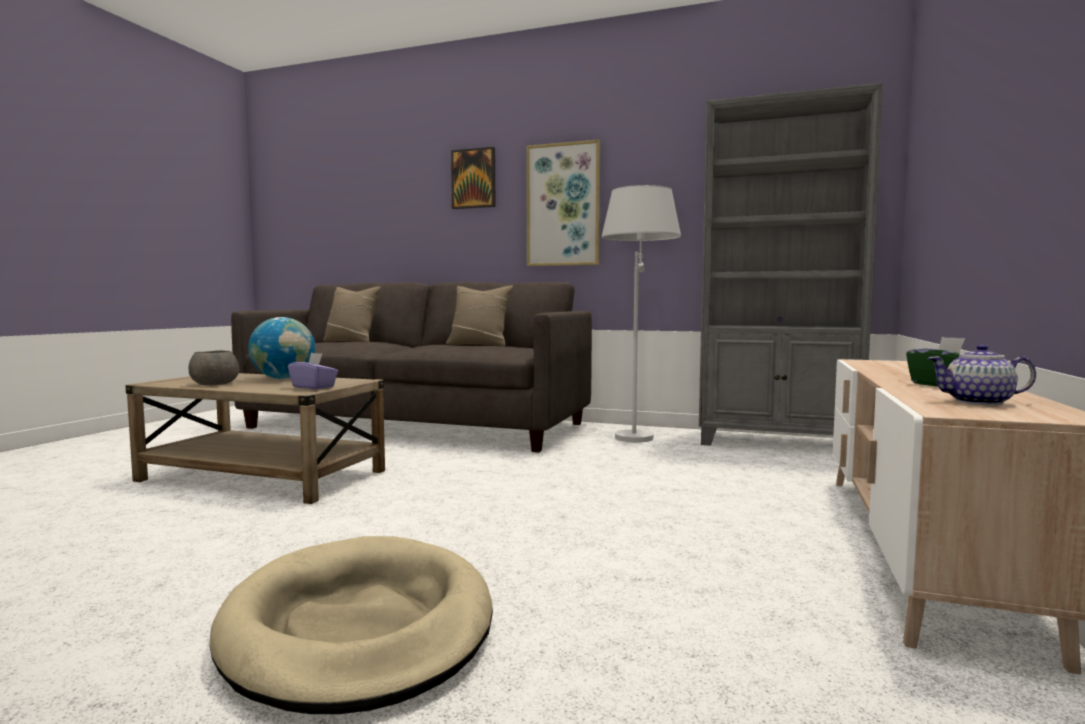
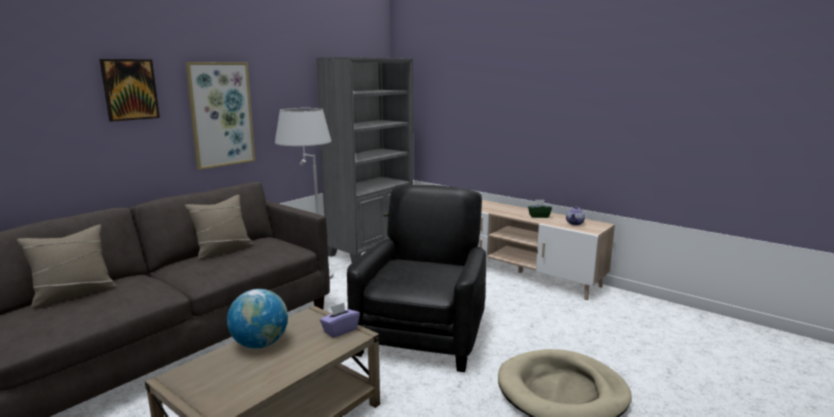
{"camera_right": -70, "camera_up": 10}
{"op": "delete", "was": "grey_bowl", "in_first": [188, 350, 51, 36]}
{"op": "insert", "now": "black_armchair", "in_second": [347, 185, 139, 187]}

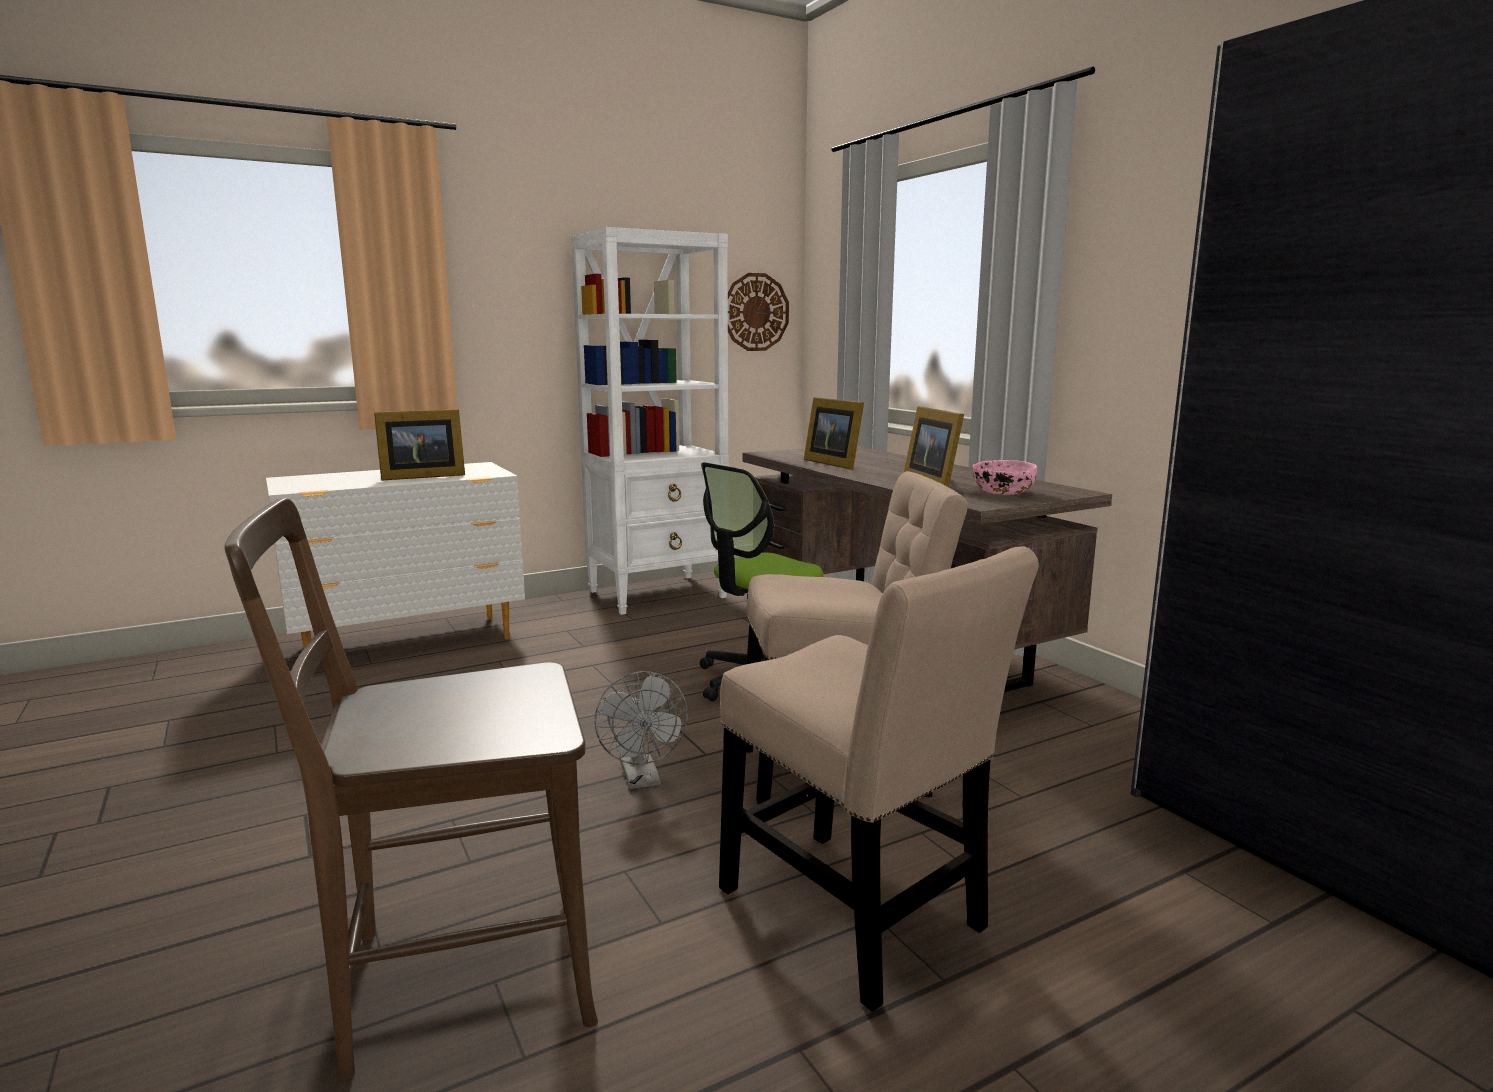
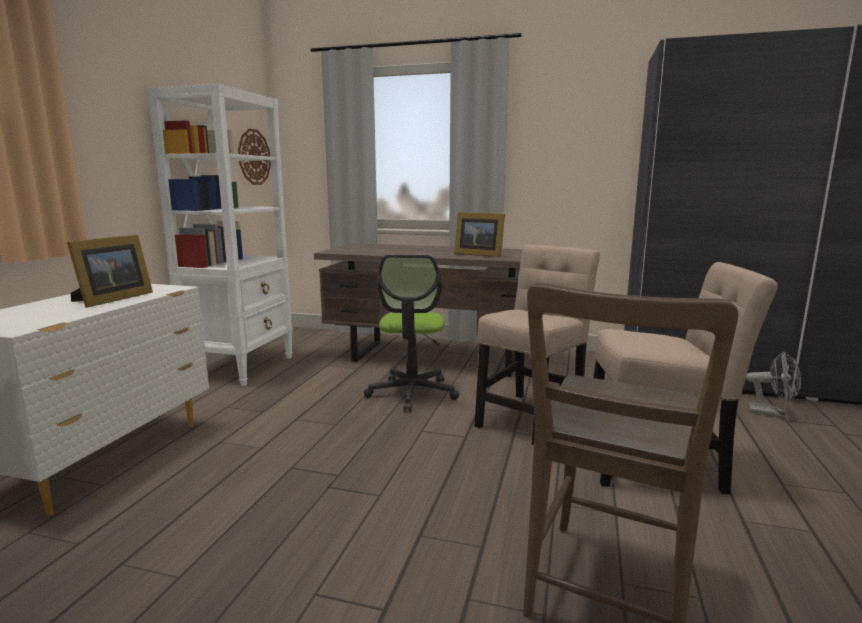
{"camera_right": -45, "camera_up": 0}
{"op": "delete", "was": "picture_frame", "in_first": [804, 397, 60, 73]}
{"op": "delete", "was": "pink_bowl", "in_first": [972, 460, 65, 35]}
{"op": "move", "was": "grey_fan", "in_first": [595, 671, 93, 118], "in_second": [746, 352, 55, 66]}

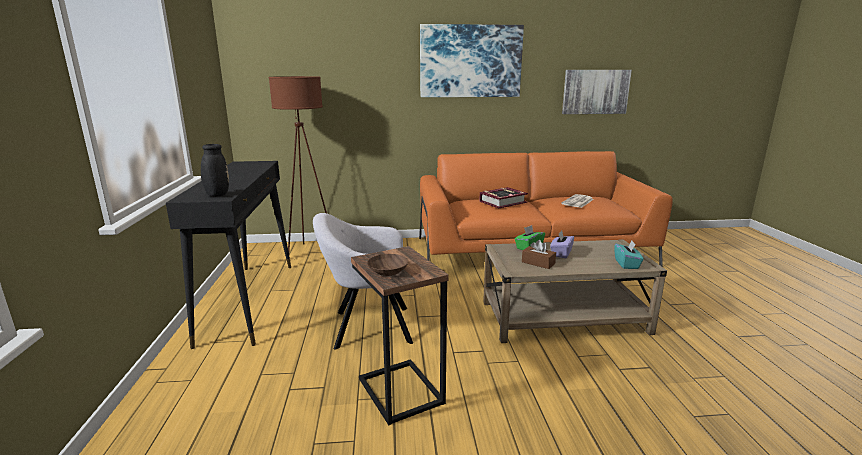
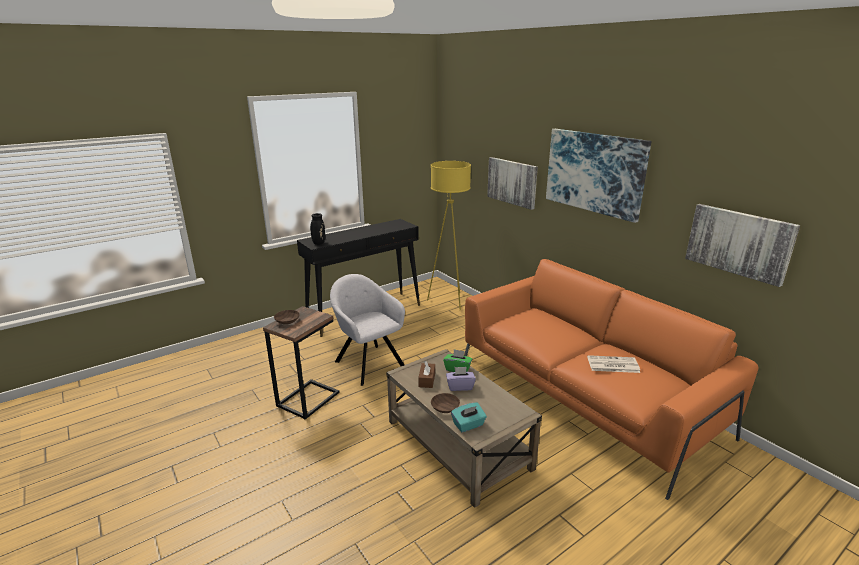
{"camera_right": 60, "camera_up": 5}
{"op": "recolor", "was": "brown_floor_lamp", "now": "yellow_floor_lamp", "in_first": [269, 76, 58, 176], "in_second": [427, 161, 44, 149]}
{"op": "delete", "was": "book", "in_first": [479, 187, 49, 21]}
{"op": "insert", "now": "picture", "in_second": [487, 157, 51, 53]}
{"op": "insert", "now": "brown_bowl", "in_second": [431, 393, 29, 20]}

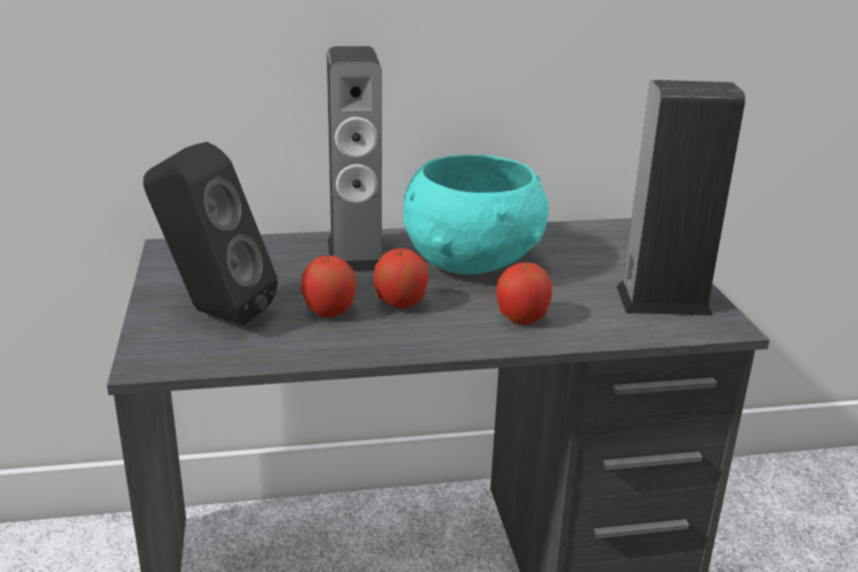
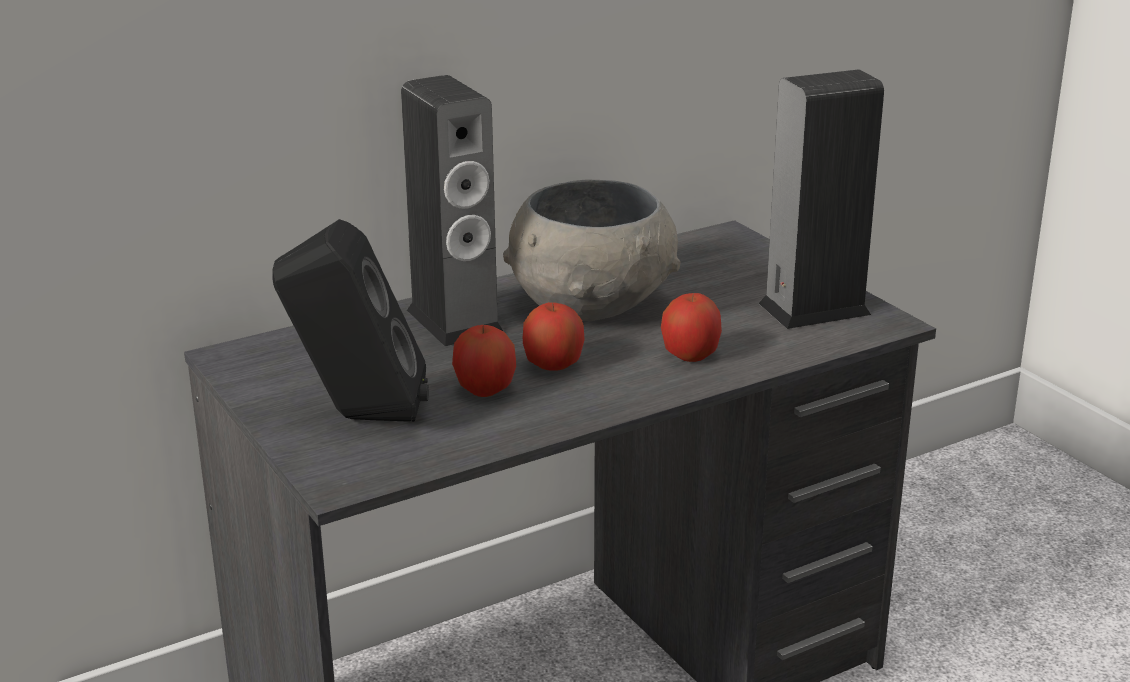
{"camera_right": -20, "camera_up": 0}
{"op": "recolor", "was": "turquoise_bowl", "now": "grey_bowl", "in_first": [403, 155, 146, 119], "in_second": [503, 179, 178, 142]}

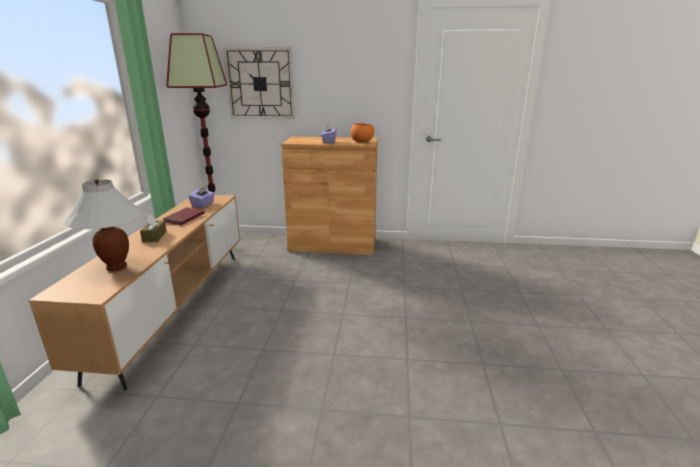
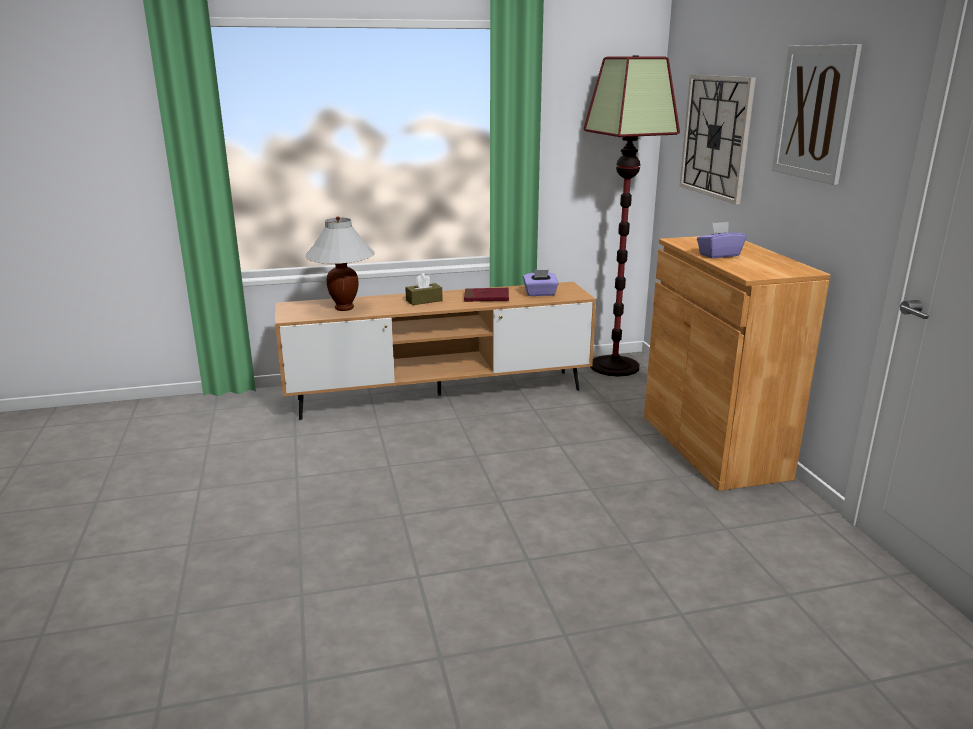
{"camera_right": 70, "camera_up": 0}
{"op": "delete", "was": "orange_bowl", "in_first": [350, 123, 24, 19]}
{"op": "insert", "now": "picture", "in_second": [772, 44, 90, 141]}

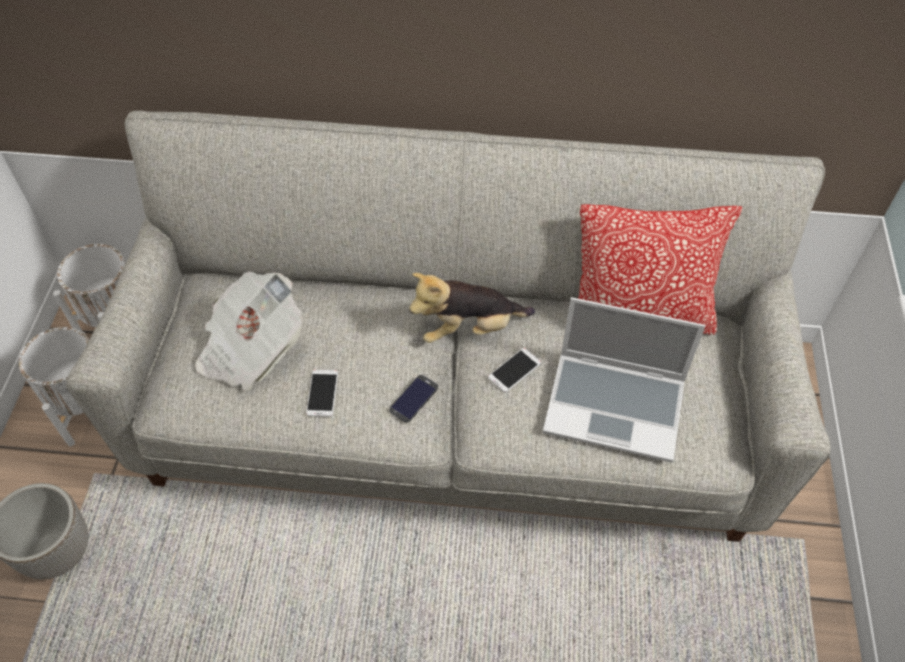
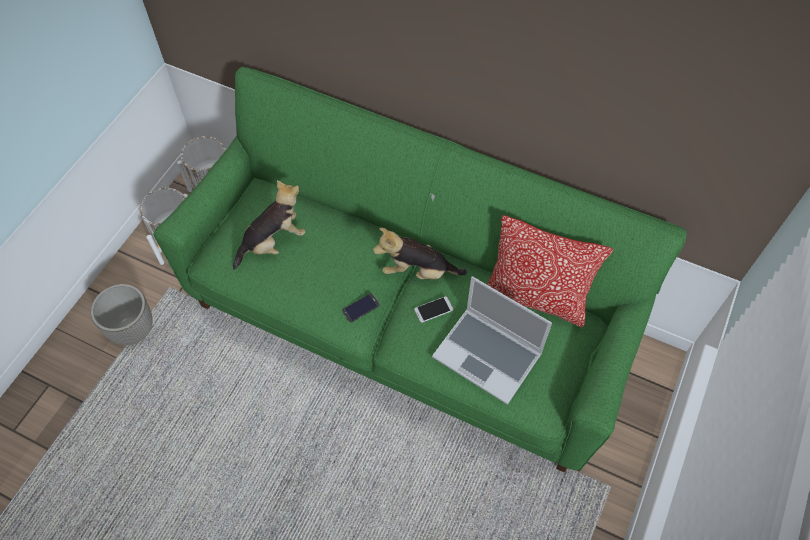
{"camera_right": 20, "camera_up": 5}
{"op": "recolor", "was": "grey_sofa", "now": "green_sofa", "in_first": [66, 111, 764, 431], "in_second": [153, 67, 534, 406]}
{"op": "replace", "was": "newspaper", "now": "plush_toy", "in_first": [195, 271, 108, 120], "in_second": [233, 180, 72, 90]}
{"op": "delete", "was": "phone", "in_first": [306, 370, 32, 47]}

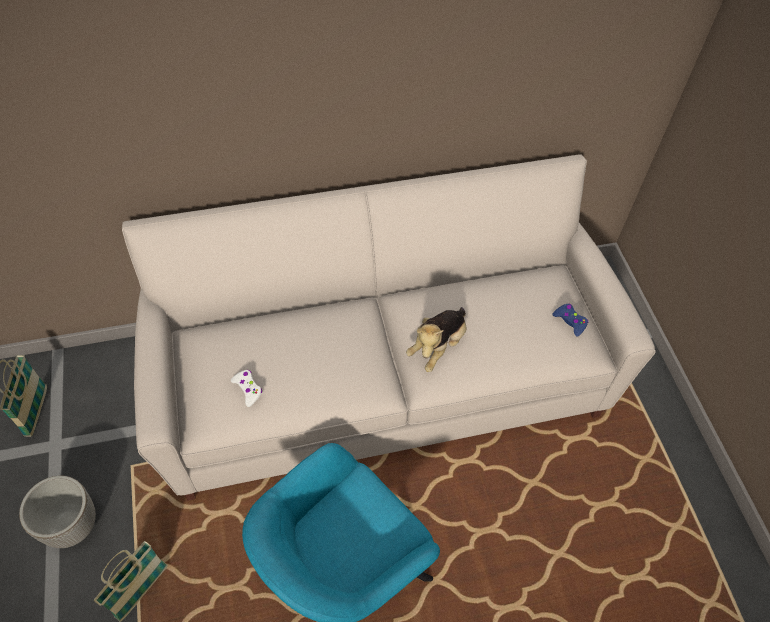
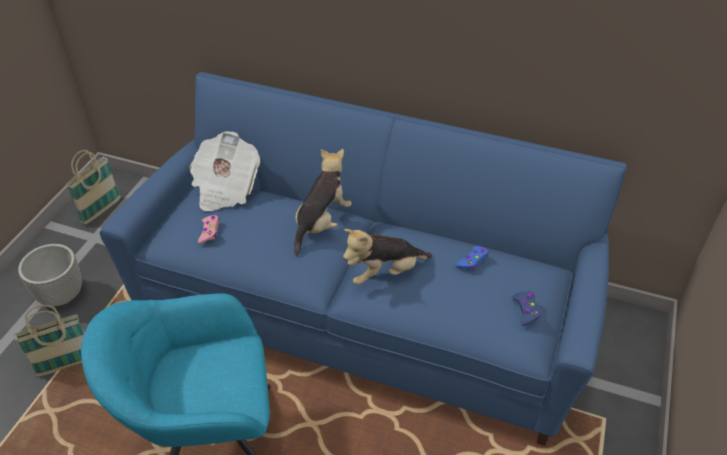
{"camera_right": 35, "camera_up": -10}
{"op": "recolor", "was": "beige_sofa", "now": "blue_sofa", "in_first": [122, 154, 534, 347], "in_second": [100, 72, 527, 374]}
{"op": "recolor", "was": "white_game_controller", "now": "pink_game_controller", "in_first": [231, 370, 31, 37], "in_second": [198, 215, 21, 29]}
{"op": "insert", "now": "newspaper", "in_second": [190, 131, 70, 80]}
{"op": "insert", "now": "plush_toy", "in_second": [294, 149, 58, 107]}
{"op": "insert", "now": "blue_game_controller", "in_second": [455, 246, 34, 24]}

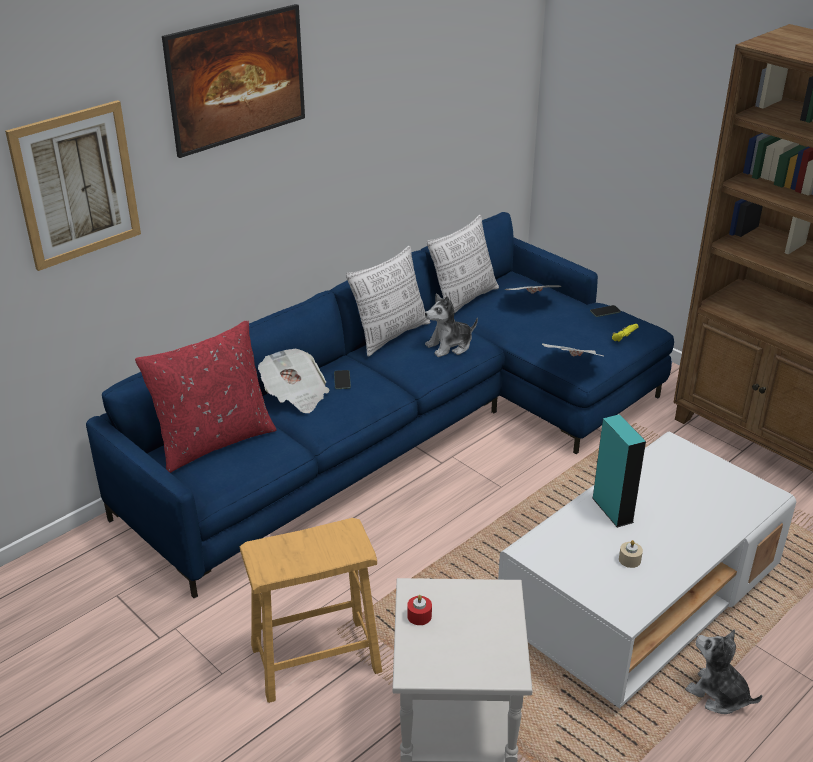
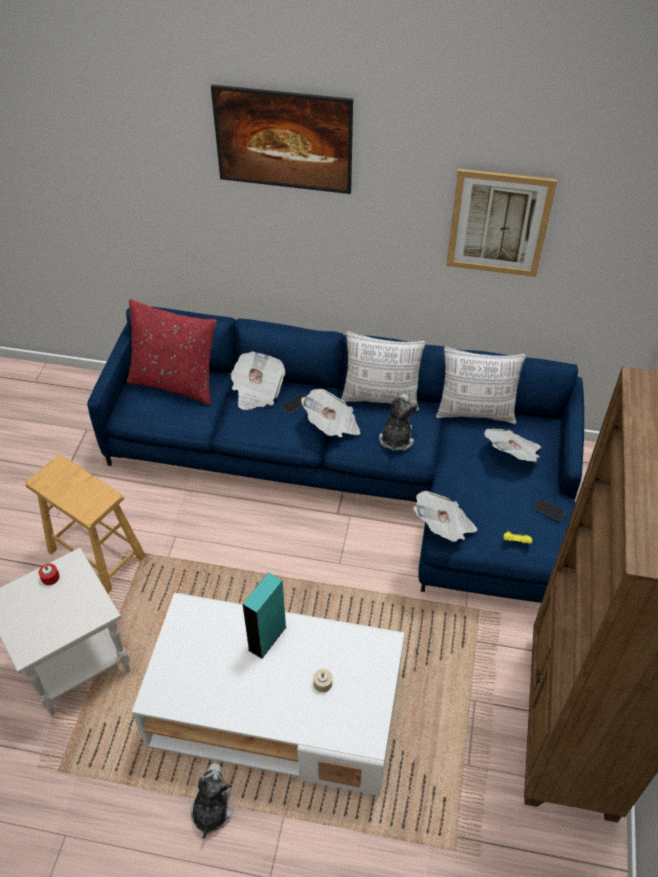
{"camera_right": 55, "camera_up": 15}
{"op": "move", "was": "picture", "in_first": [5, 100, 136, 171], "in_second": [446, 169, 111, 108]}
{"op": "rotate", "was": "plush_toy", "in_first": [425, 293, 53, 64], "in_second": [379, 394, 40, 57], "clockwise": 75}
{"op": "move", "was": "beige_candle", "in_first": [619, 540, 24, 28], "in_second": [313, 669, 19, 23]}
{"op": "insert", "now": "newspaper", "in_second": [301, 389, 59, 48]}

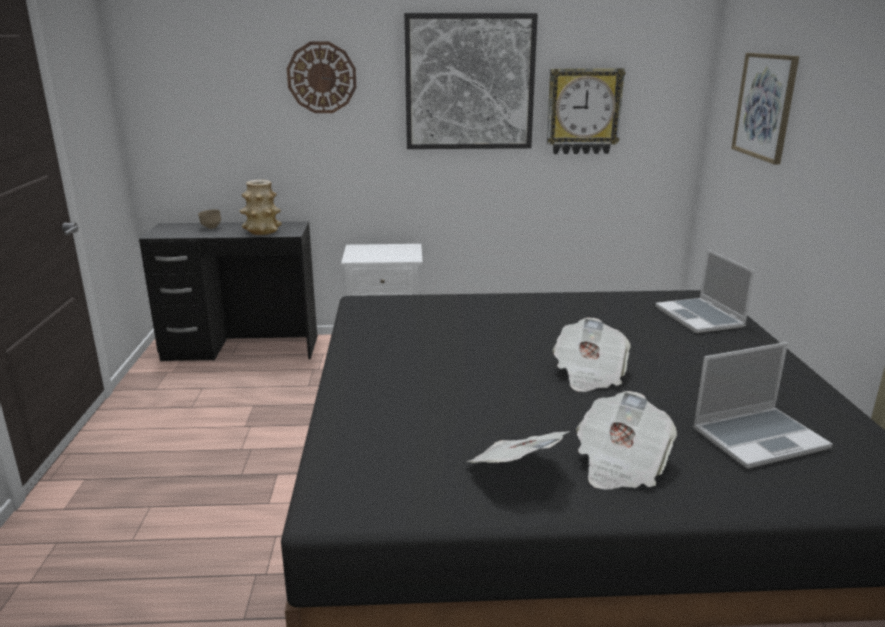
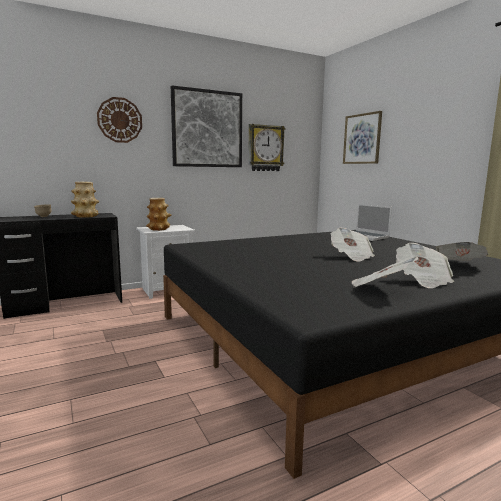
{"camera_right": -25, "camera_up": -10}
{"op": "replace", "was": "laptop", "now": "newspaper", "in_first": [693, 342, 140, 127], "in_second": [435, 242, 54, 19]}
{"op": "insert", "now": "vase", "in_second": [146, 198, 25, 33]}

